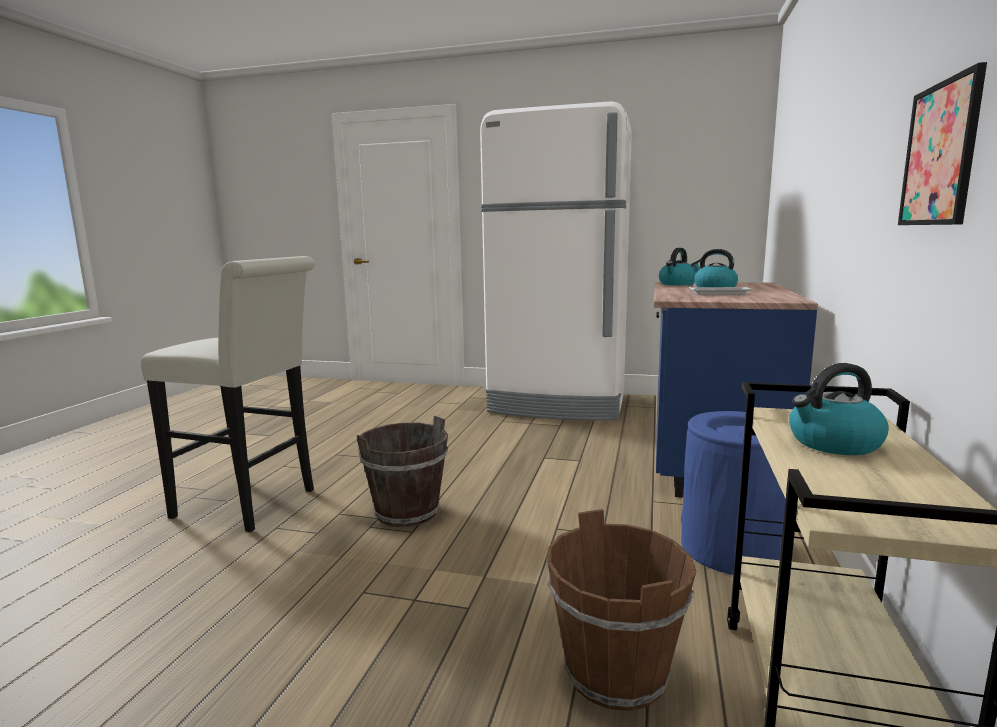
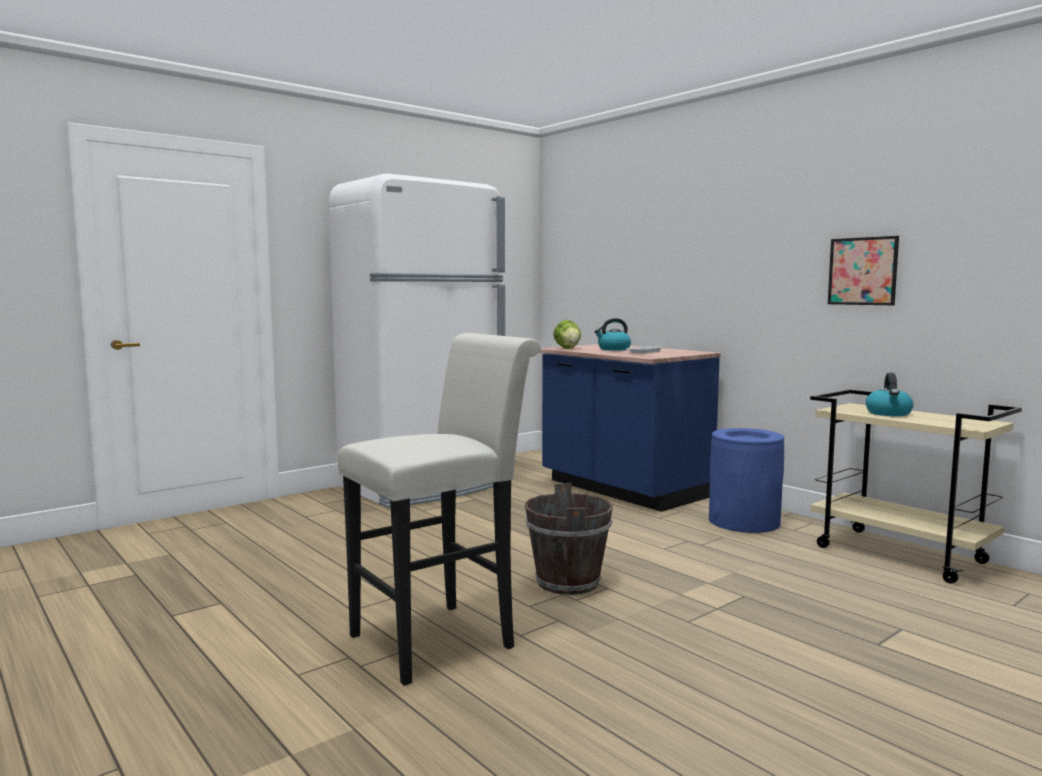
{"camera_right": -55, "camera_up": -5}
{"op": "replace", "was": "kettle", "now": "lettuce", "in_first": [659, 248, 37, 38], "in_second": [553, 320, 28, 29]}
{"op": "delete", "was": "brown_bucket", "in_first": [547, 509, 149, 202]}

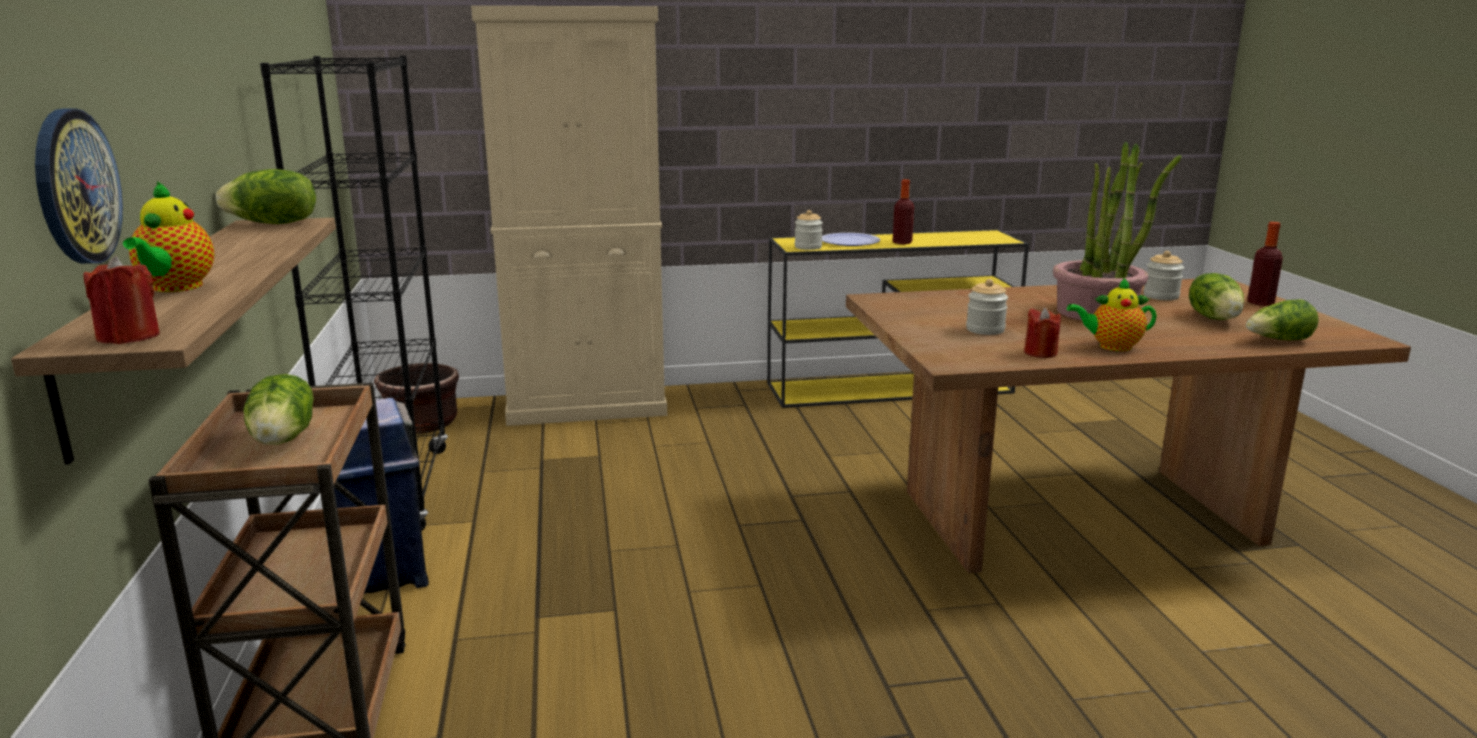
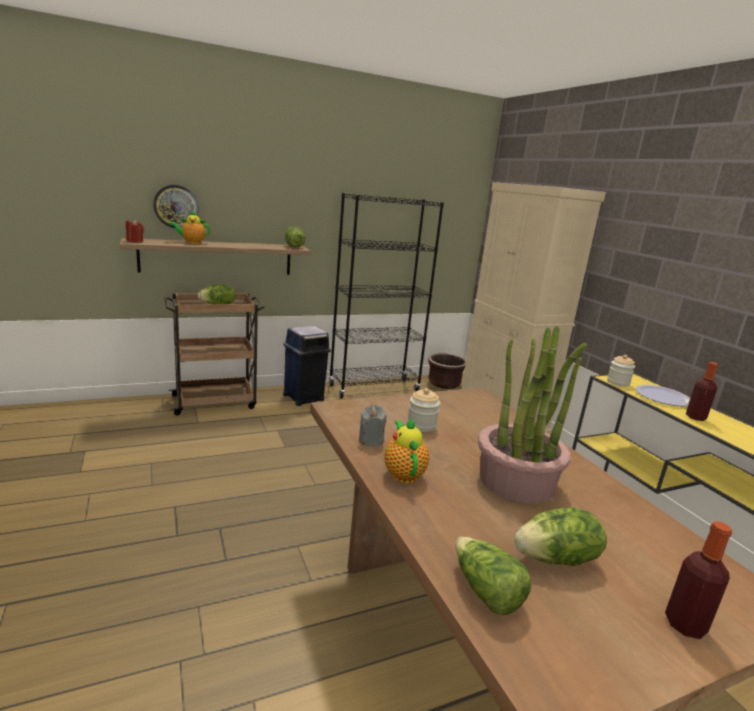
{"camera_right": 75, "camera_up": 0}
{"op": "delete", "was": "jar", "in_first": [1143, 251, 41, 49]}
{"op": "recolor", "was": "red_candle", "now": "grey_candle", "in_first": [1024, 307, 37, 51], "in_second": [359, 405, 28, 41]}

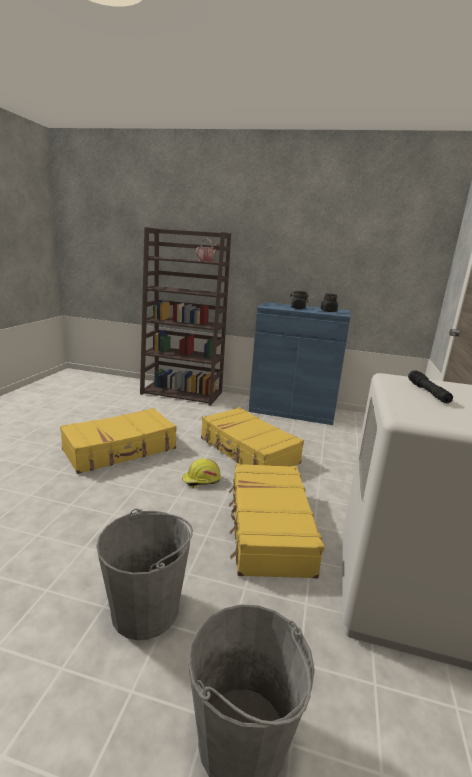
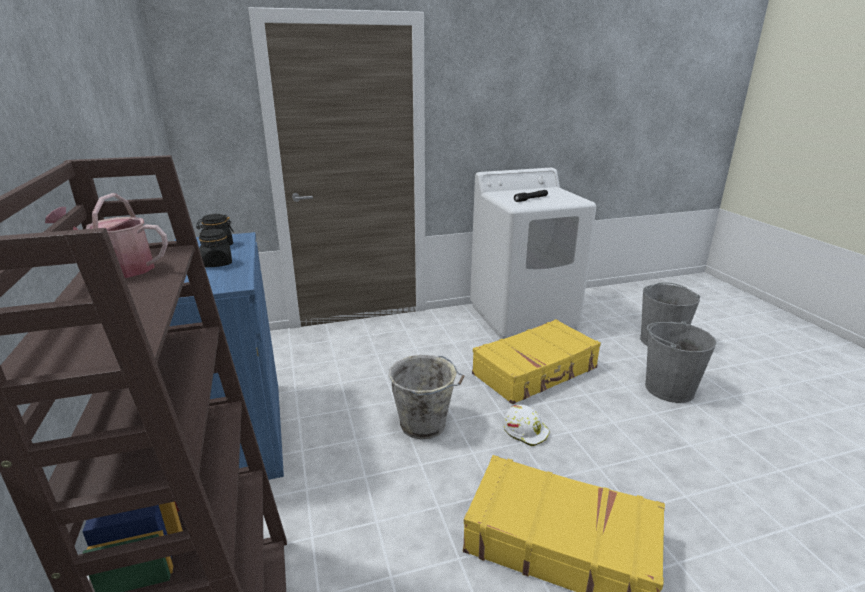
{"camera_right": -120, "camera_up": 5}
{"op": "replace", "was": "yellow_suitcase", "now": "grey_bucket", "in_first": [201, 407, 103, 60], "in_second": [389, 355, 76, 84]}
{"op": "recolor", "was": "yellow_hard_hat", "now": "white_hard_hat", "in_first": [182, 459, 39, 30], "in_second": [503, 405, 47, 41]}

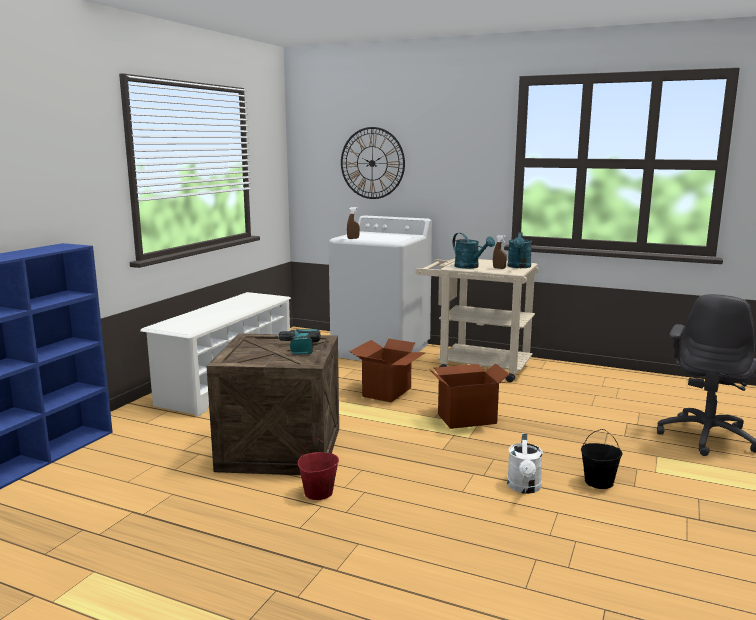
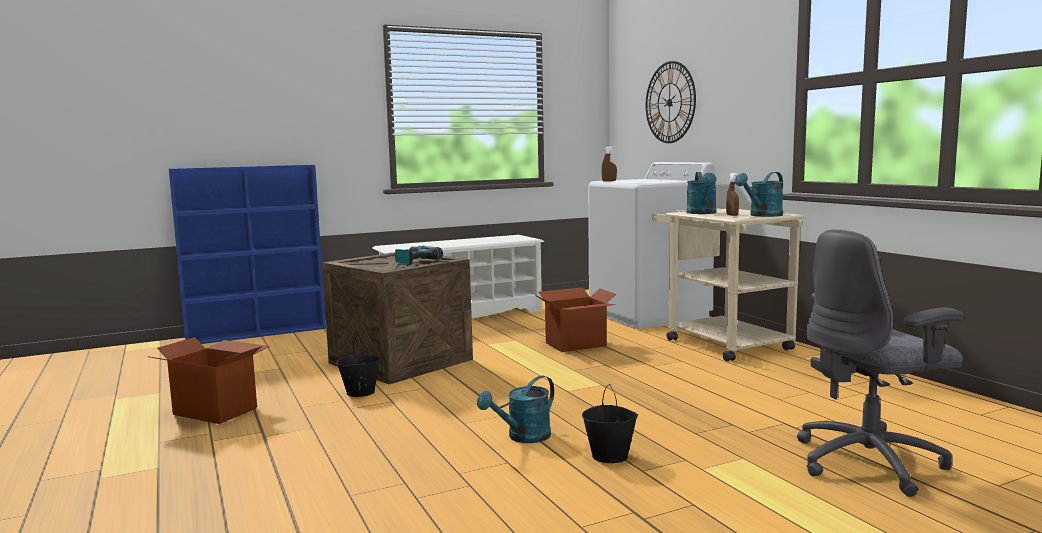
{"camera_right": 40, "camera_up": -5}
{"op": "move", "was": "cardboard_box", "in_first": [429, 363, 81, 66], "in_second": [147, 337, 123, 87]}
{"op": "recolor", "was": "white_watering_can", "now": "turquoise_watering_can", "in_first": [507, 433, 36, 61], "in_second": [477, 375, 77, 68]}
{"op": "recolor", "was": "red_bucket", "now": "black_bucket", "in_first": [298, 438, 41, 62], "in_second": [336, 336, 45, 61]}

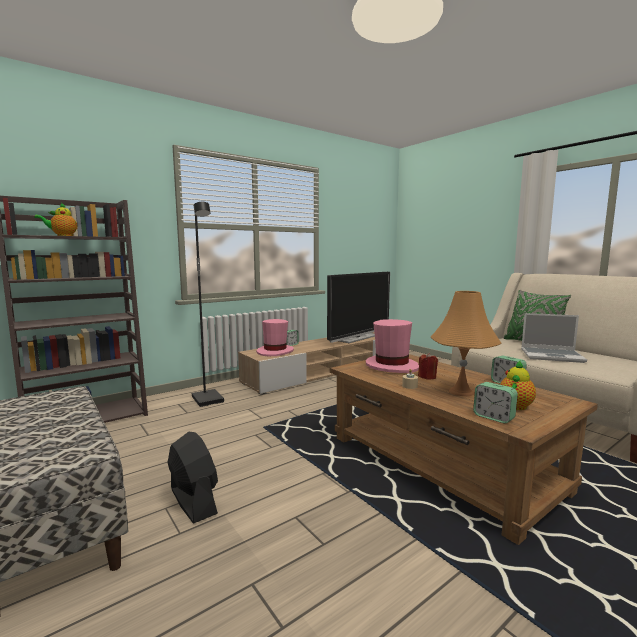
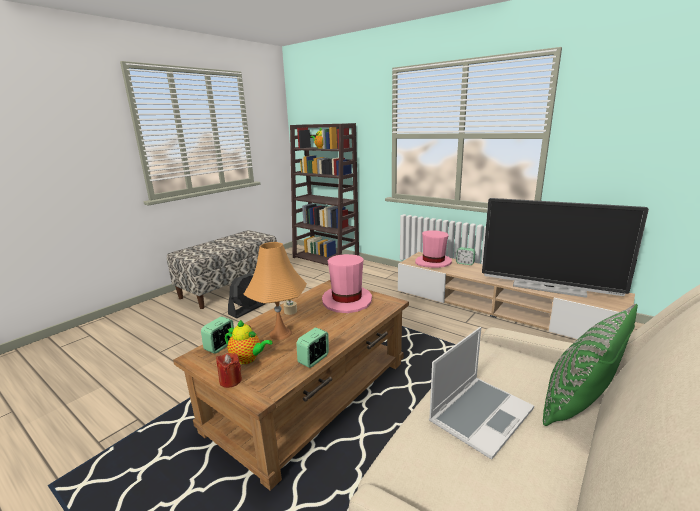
{"camera_right": 75, "camera_up": 10}
{"op": "delete", "was": "black_floor_lamp", "in_first": [192, 202, 32, 205]}
{"op": "rotate", "was": "laptop", "in_first": [521, 313, 66, 50], "in_second": [429, 327, 105, 133], "clockwise": -135}
{"op": "move", "was": "red_candle", "in_first": [418, 353, 20, 26], "in_second": [216, 353, 26, 35]}

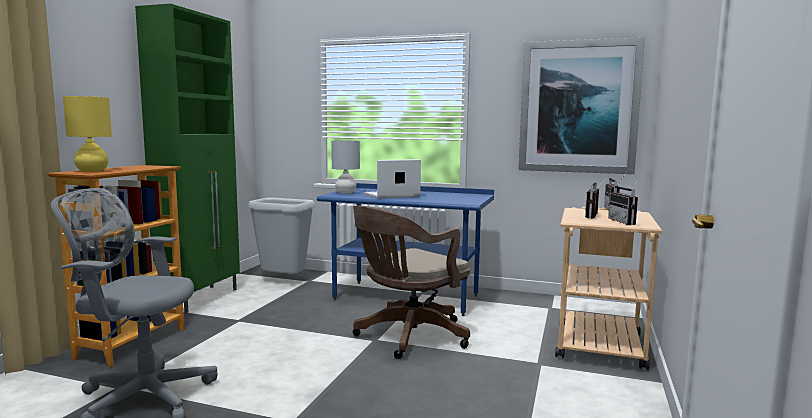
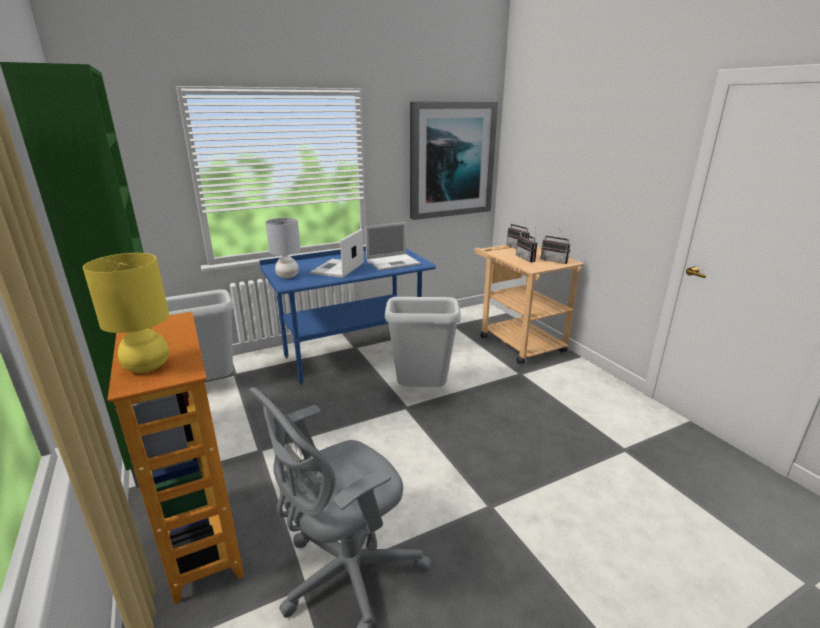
{"camera_right": -45, "camera_up": 15}
{"op": "replace", "was": "brown_office_chair", "now": "grey_trash_can", "in_first": [352, 206, 118, 153], "in_second": [385, 297, 76, 90]}
{"op": "insert", "now": "laptop", "in_second": [365, 222, 56, 49]}

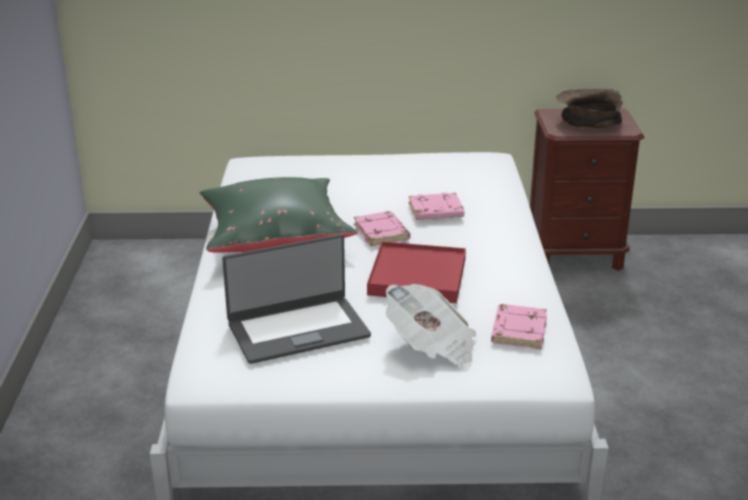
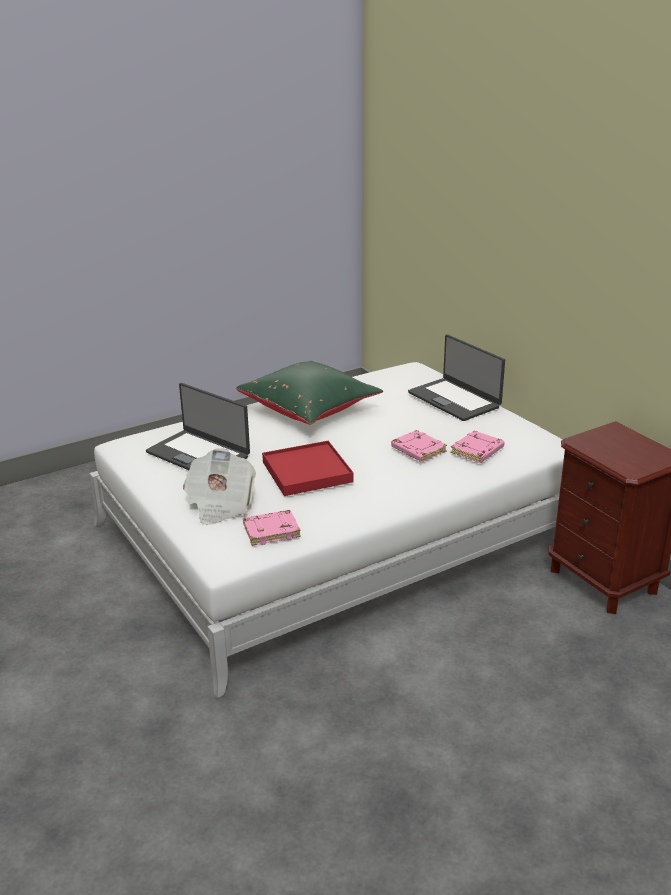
{"camera_right": 60, "camera_up": 0}
{"op": "delete", "was": "brown_bowl", "in_first": [556, 89, 67, 39]}
{"op": "move", "was": "pink_book", "in_first": [354, 211, 57, 35], "in_second": [450, 431, 55, 32]}
{"op": "insert", "now": "laptop", "in_second": [408, 334, 97, 87]}

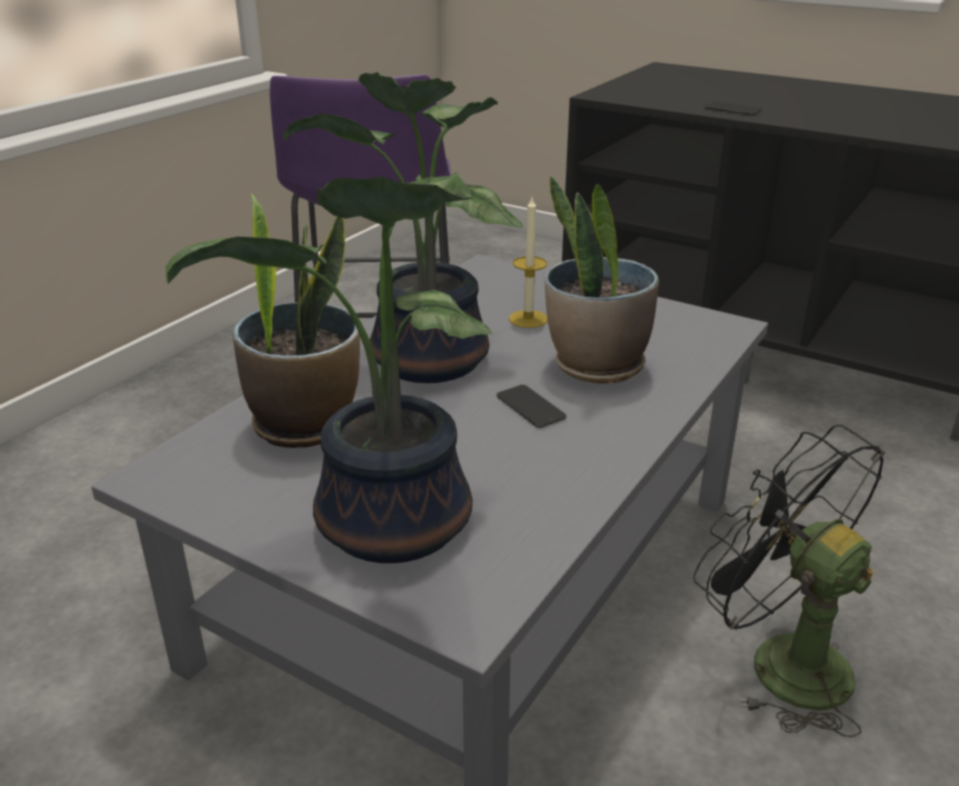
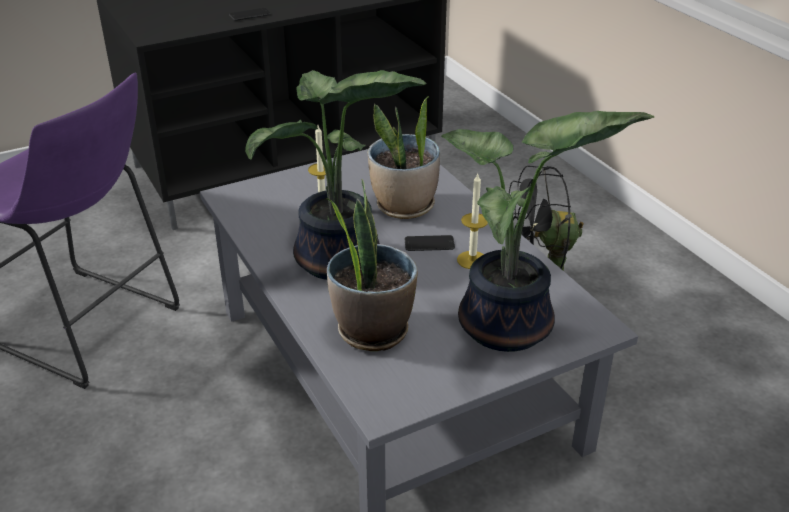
{"camera_right": -60, "camera_up": 5}
{"op": "insert", "now": "candle", "in_second": [457, 174, 31, 95]}

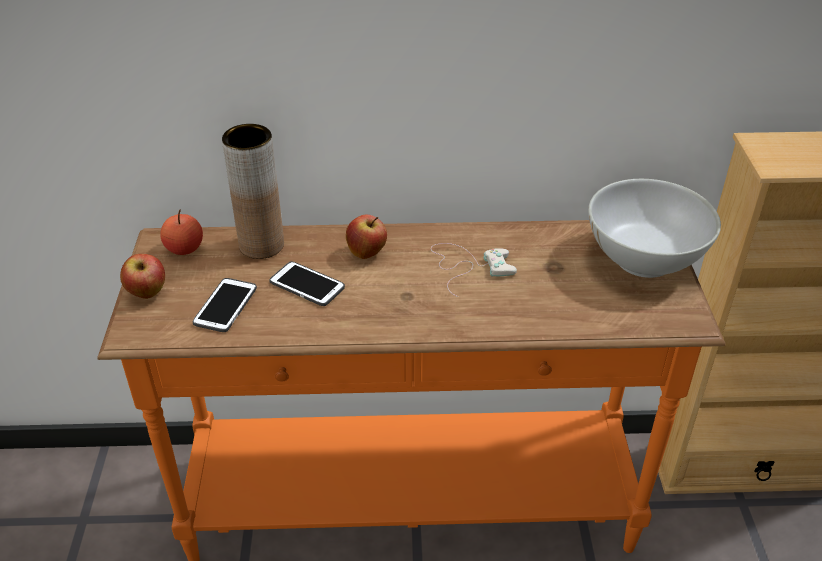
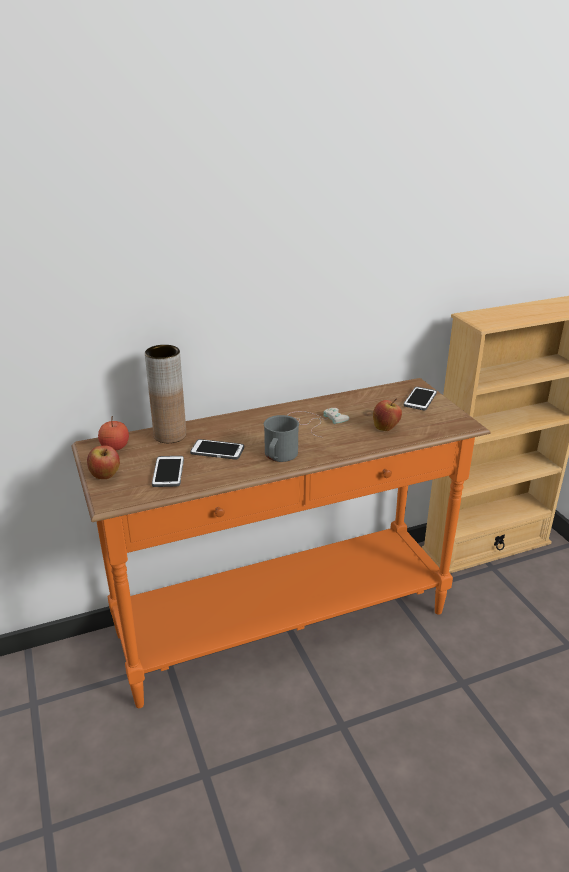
{"camera_right": -20, "camera_up": -10}
{"op": "replace", "was": "white_bowl", "now": "phone", "in_first": [588, 179, 133, 99], "in_second": [404, 387, 33, 23]}
{"op": "move", "was": "apple", "in_first": [346, 215, 41, 44], "in_second": [373, 399, 29, 32]}
{"op": "insert", "now": "grey_mug", "in_second": [264, 415, 35, 47]}

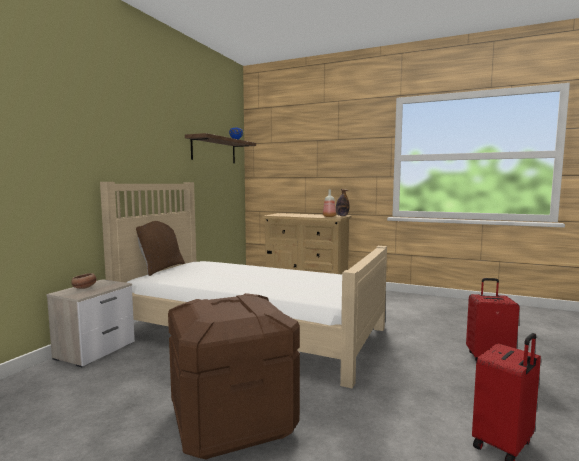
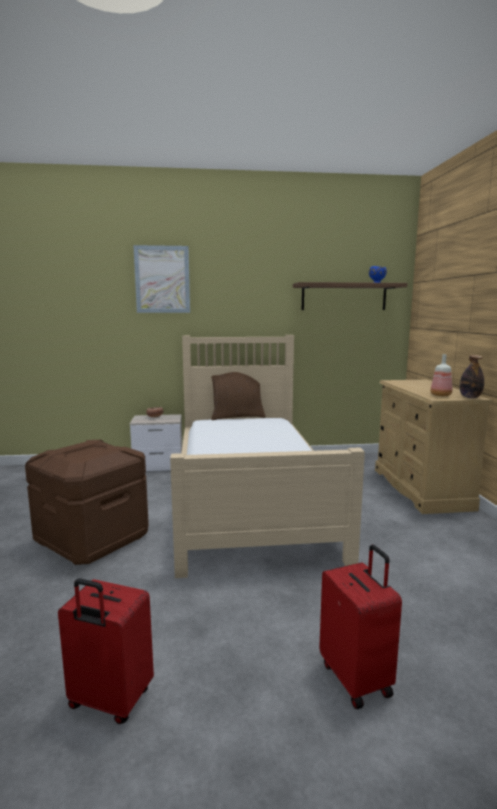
{"camera_right": 60, "camera_up": 5}
{"op": "insert", "now": "picture", "in_second": [133, 245, 57, 68]}

